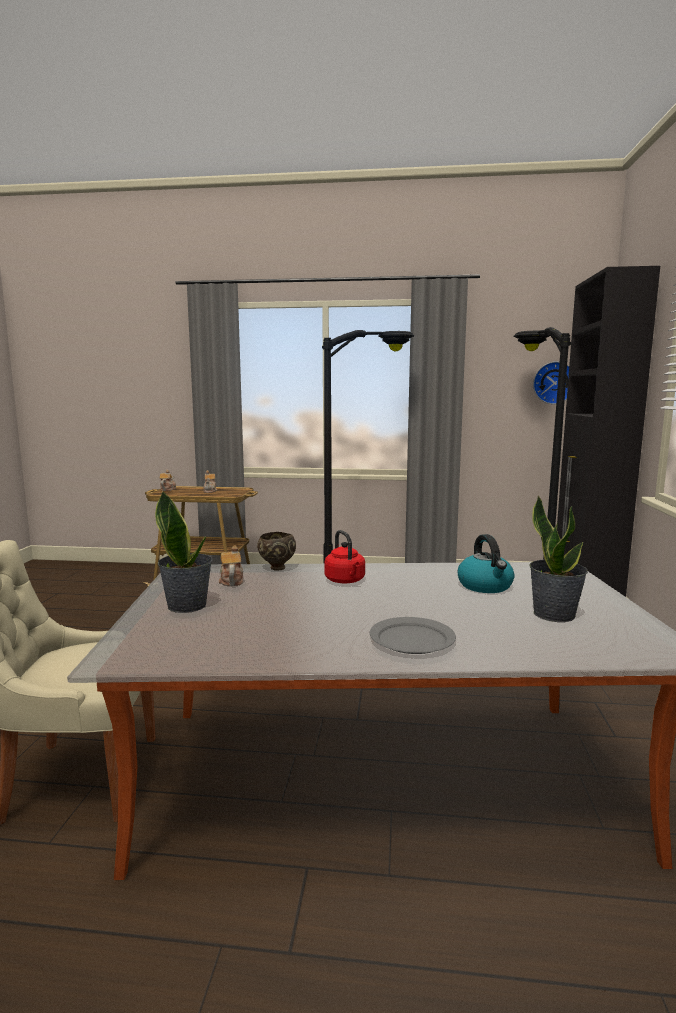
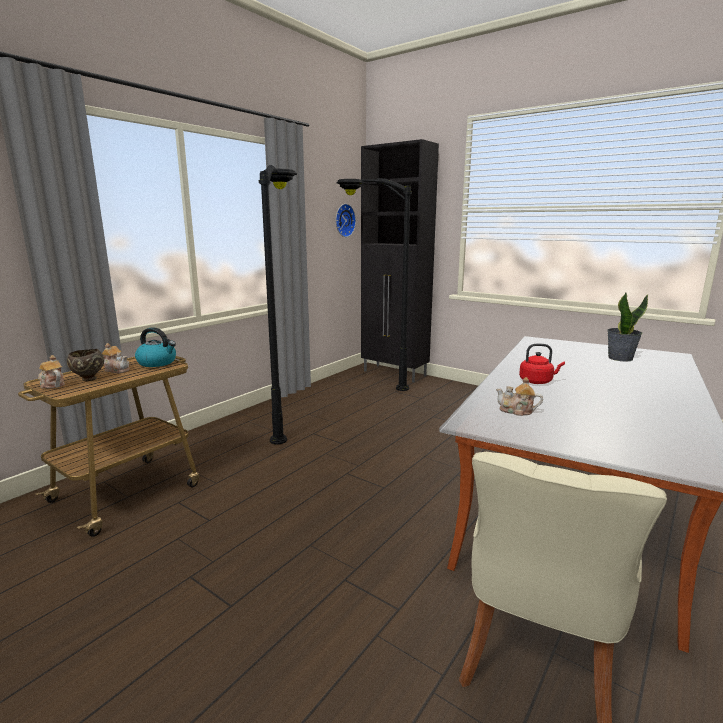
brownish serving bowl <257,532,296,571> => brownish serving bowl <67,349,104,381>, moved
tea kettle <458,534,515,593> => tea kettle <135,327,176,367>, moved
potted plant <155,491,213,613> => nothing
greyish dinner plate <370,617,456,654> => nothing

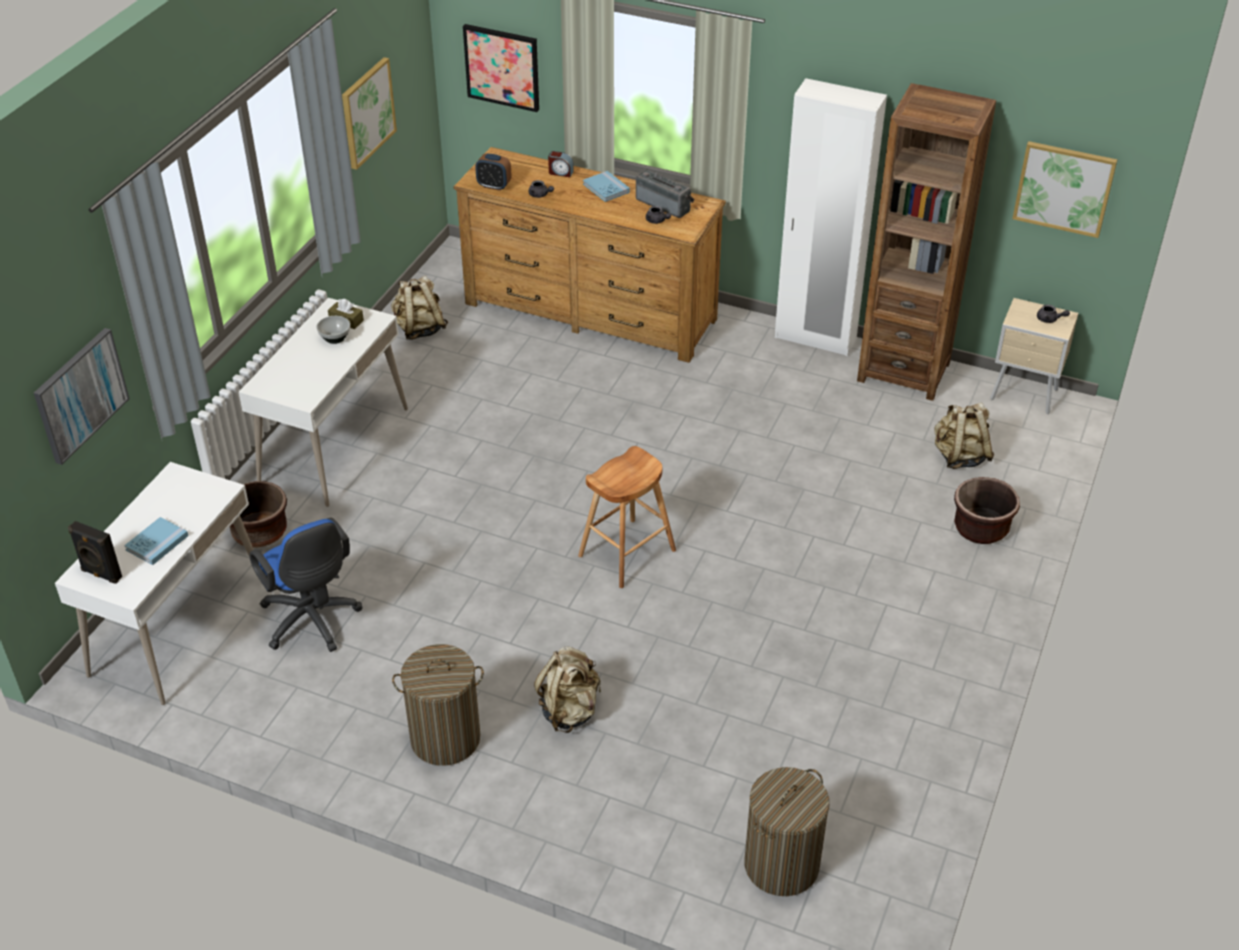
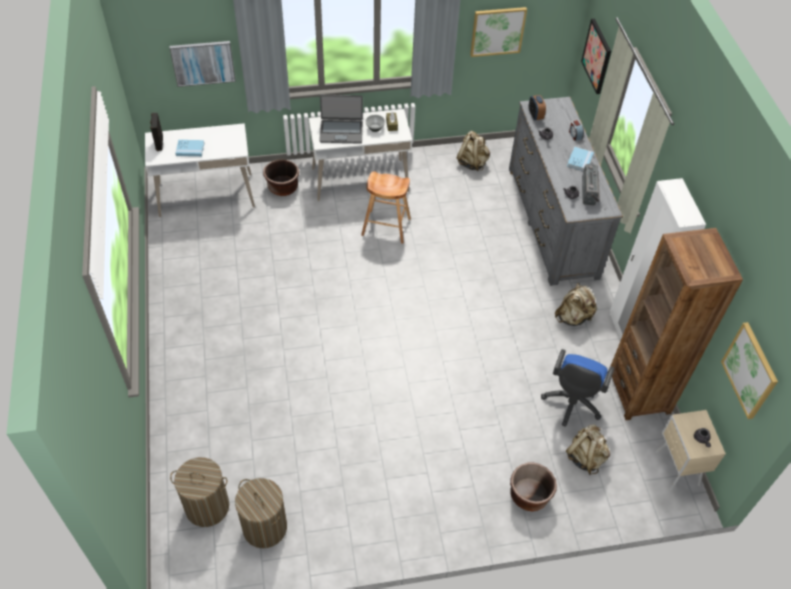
hamper <392,644,484,766> => hamper <235,478,287,548>, moved
nothing => laptop <319,95,363,144>
brownish stool seat <578,446,676,588> => brownish stool seat <361,171,411,244>, moved
brownish drawer chest <454,147,726,363> => greyish drawer chest <509,97,623,286>
blue computer chair <249,518,362,652> => blue computer chair <541,349,614,427>, moved
beige knapsack <534,647,601,733> => beige knapsack <555,283,597,326>, moved

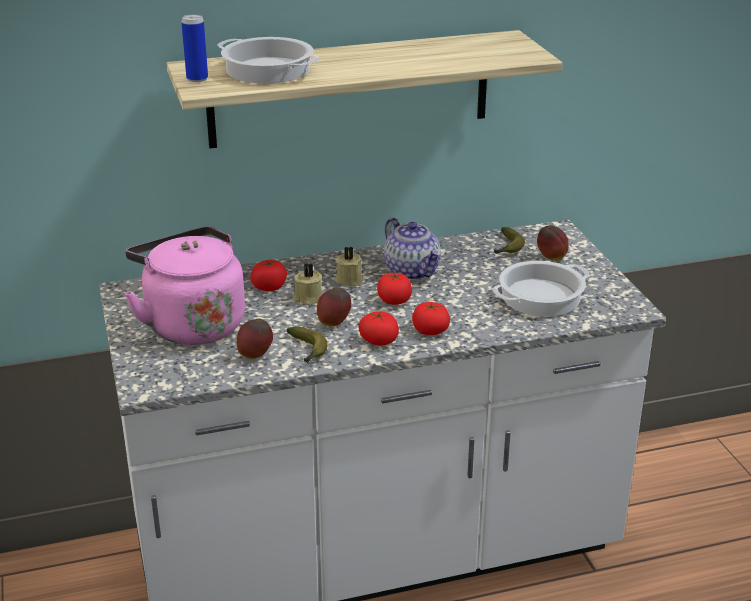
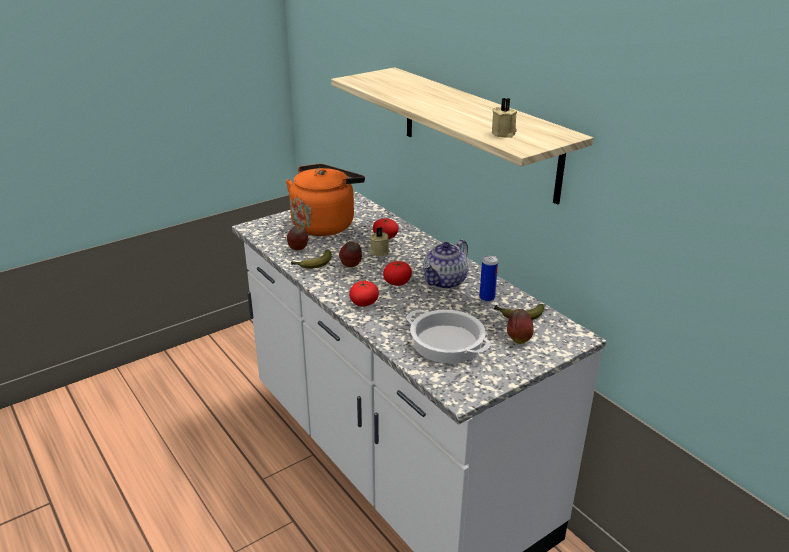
pink-coloured tea kettle <124,226,245,345> => orange-coloured tea kettle <286,164,365,236>
sealed can <182,14,208,82> => sealed can <479,255,498,302>, moved
beige wax light <335,246,363,286> => beige wax light <492,98,517,138>, moved
cooking pot <217,37,320,83> => nothing
whole tomato <358,310,399,345> => nothing

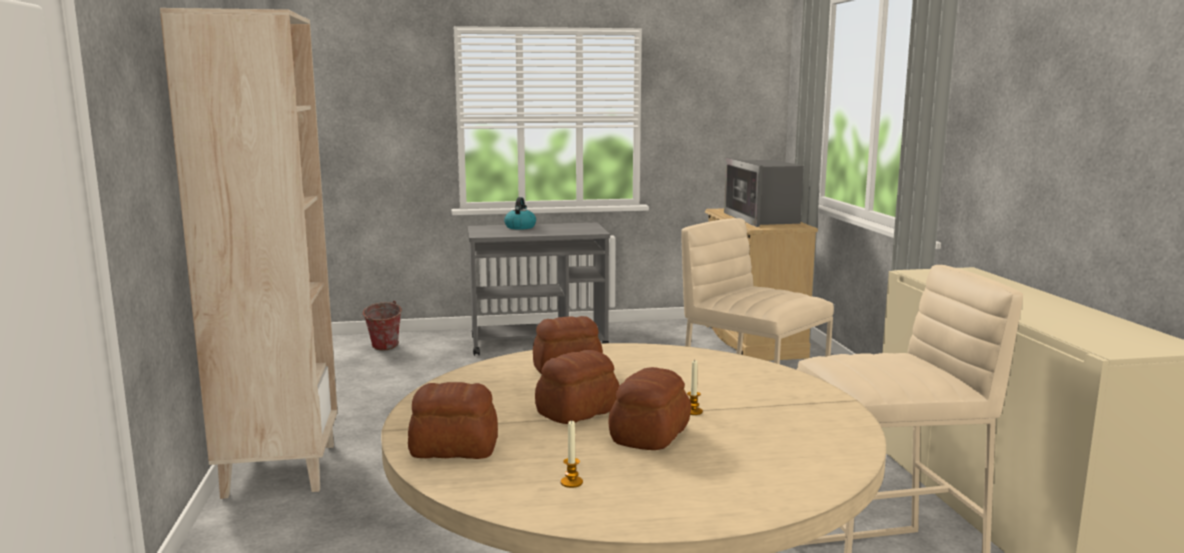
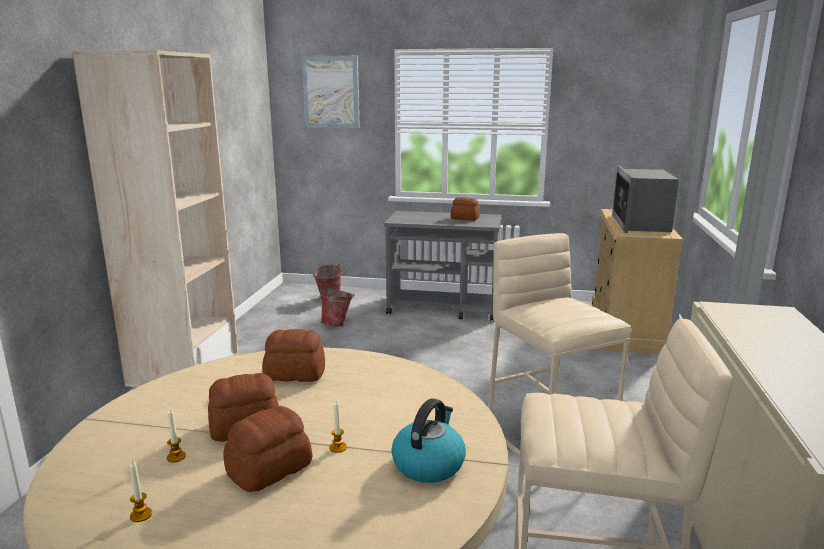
nothing => wax light <167,411,186,462>
nothing => wall art <301,55,360,128>
nothing => pail <320,289,354,327>
tea kettle <504,197,536,230> => tea kettle <391,398,466,483>, moved
baked bread <408,382,498,459> => baked bread <451,197,480,221>, moved

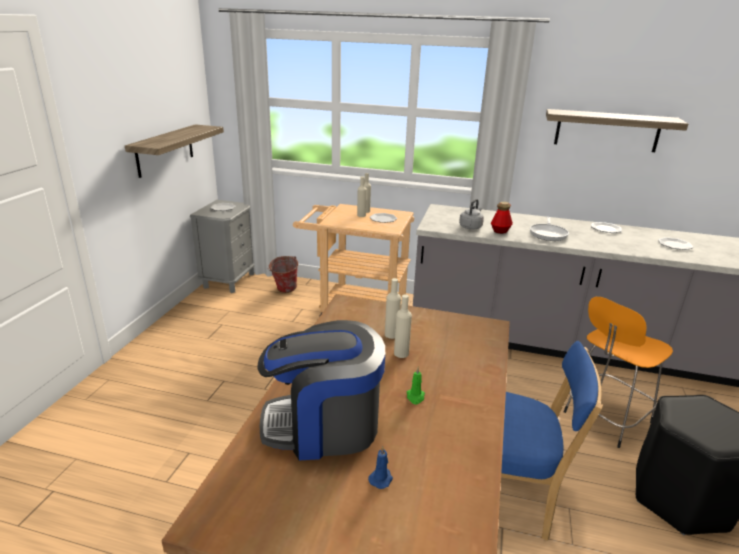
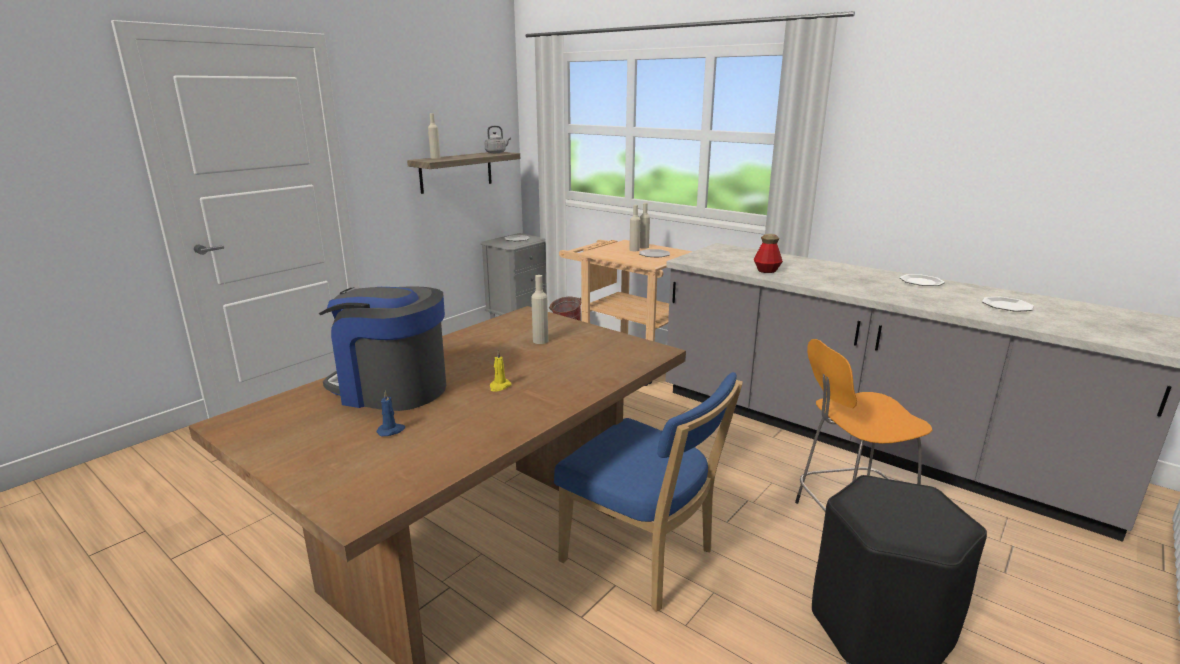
beige beverage bottle <394,295,412,358> => beige beverage bottle <428,113,440,158>, moved
greyish tea kettle <459,199,484,229> => greyish tea kettle <485,126,511,153>, moved
green wax light <407,367,425,404> => yellow wax light <489,350,512,392>
skillet <530,217,569,241> => nothing
shelf <546,109,688,152> => nothing

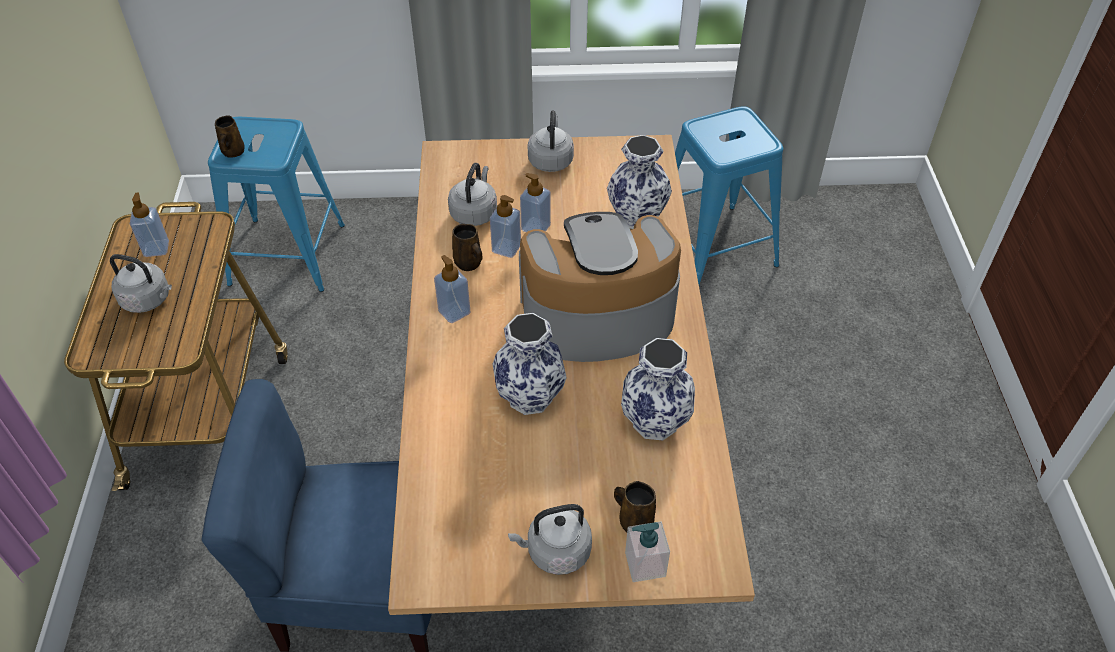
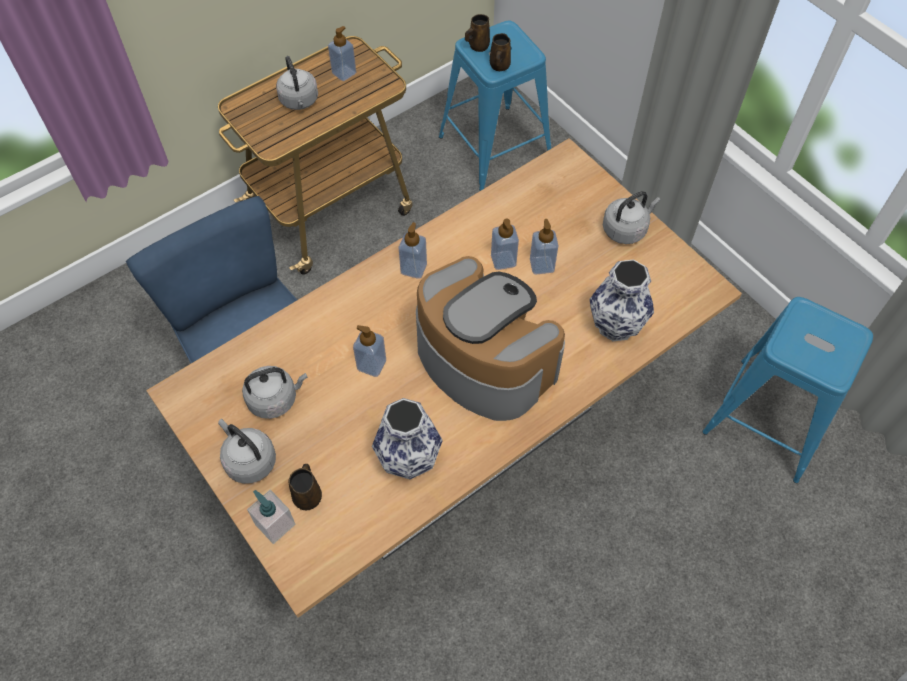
greyish tea kettle <448,163,497,226> => greyish tea kettle <242,366,308,419>, moved
decorative vase <492,313,567,415> => soap dispenser <353,325,386,377>
brownish mug <452,224,483,271> => brownish mug <490,33,511,71>, moved

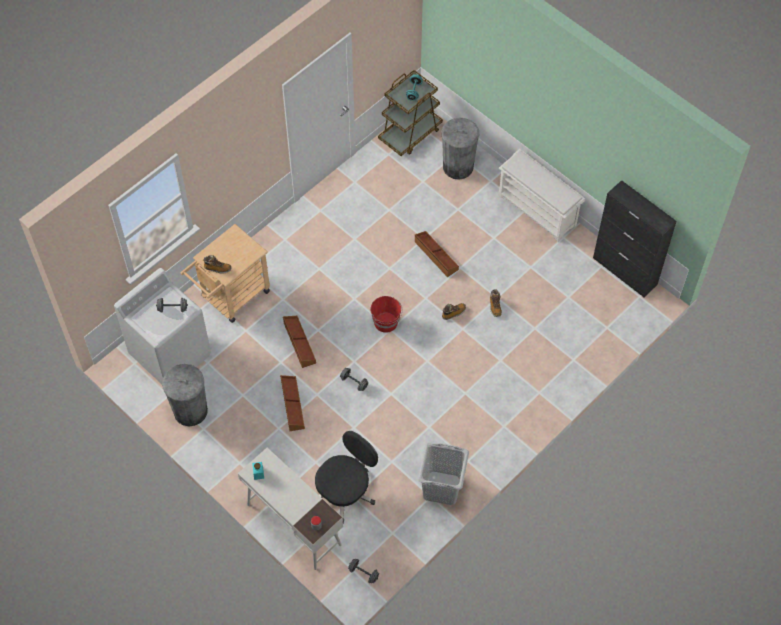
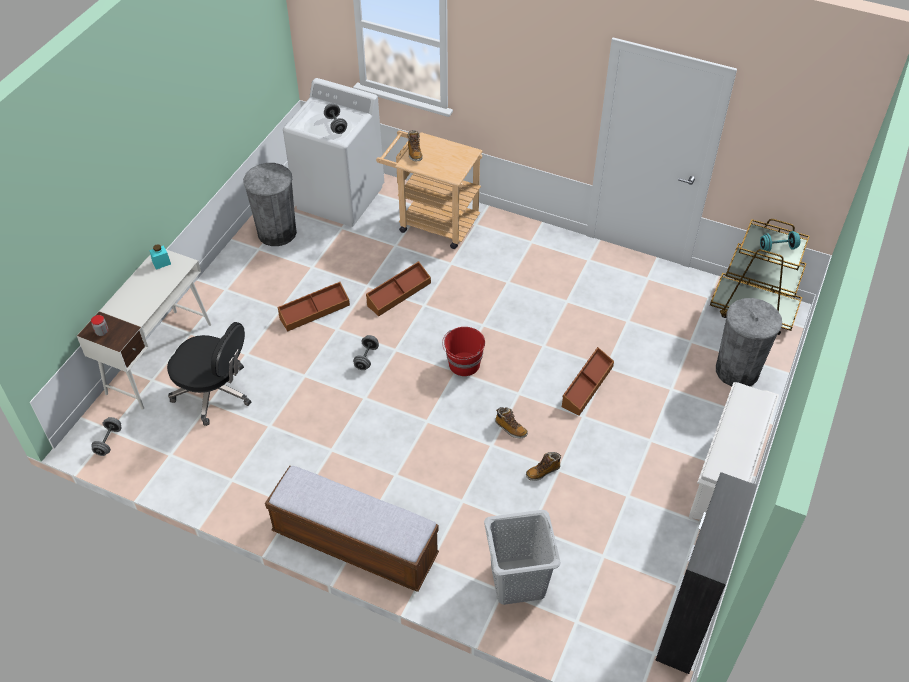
nothing => bench <265,466,439,592>
greyish hamper <418,442,469,505> => greyish hamper <484,510,561,605>, moved

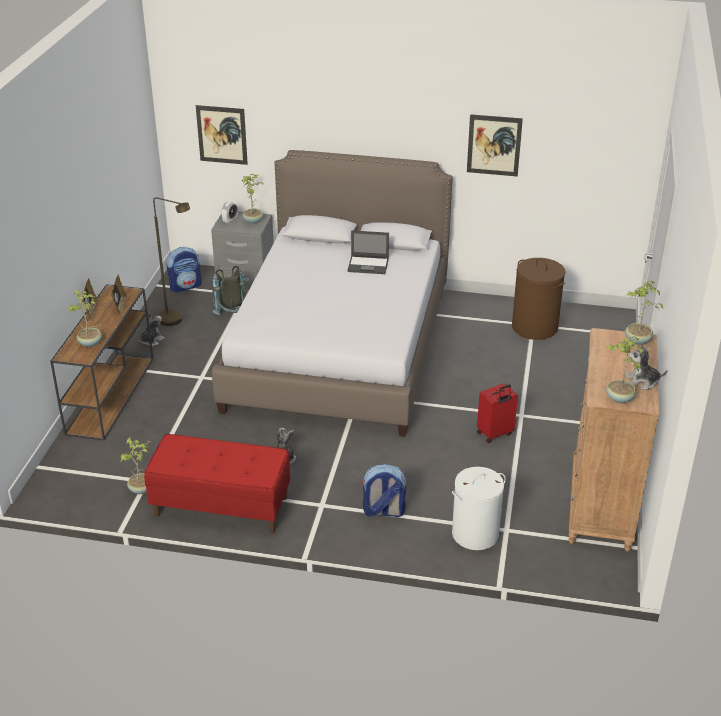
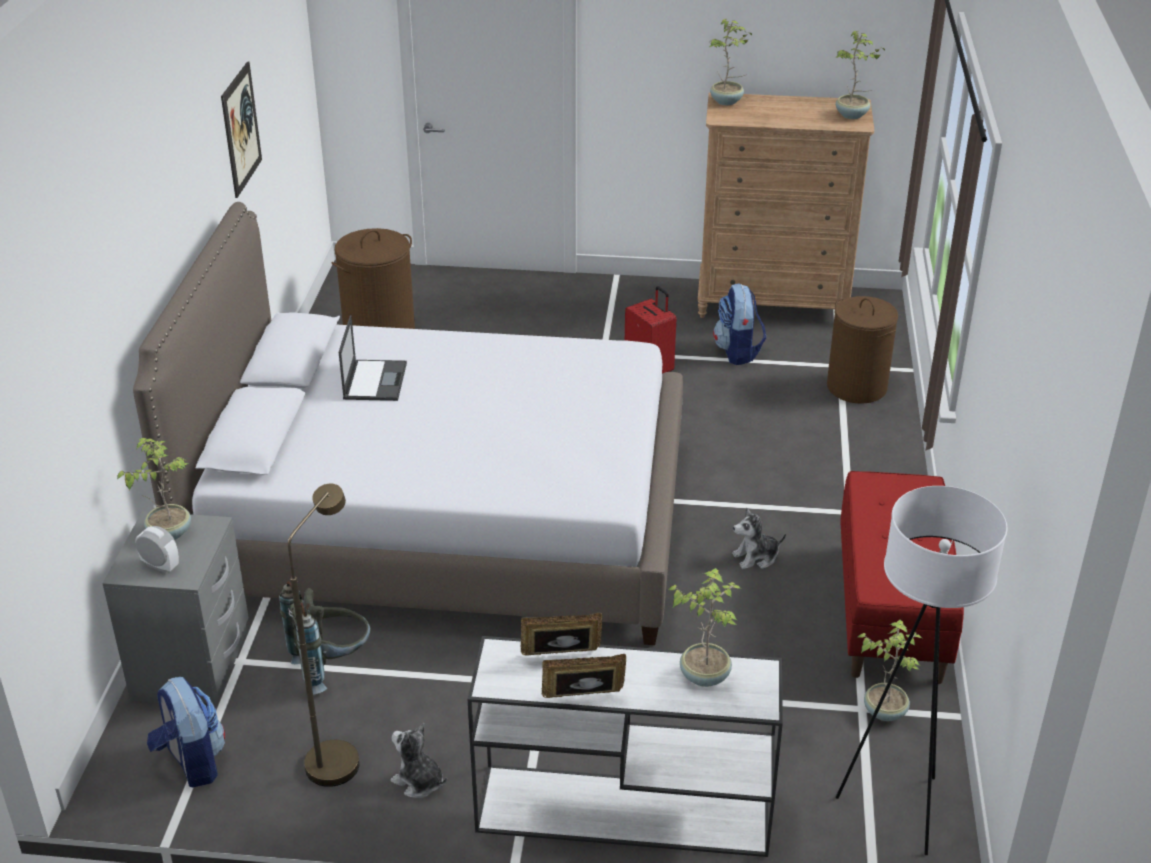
brownish hall table <50,284,154,441> => whitish hall table <468,636,783,857>
knapsack <362,464,406,517> => knapsack <713,283,766,365>, moved
whitish hamper <452,467,506,550> => brownish hamper <827,296,898,404>
nothing => whitish standing lamp <836,486,1007,855>
wall art <196,105,248,165> => nothing
plush toy <627,344,668,390> => nothing

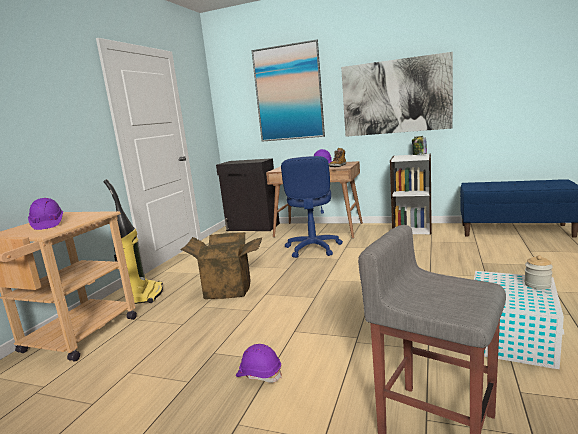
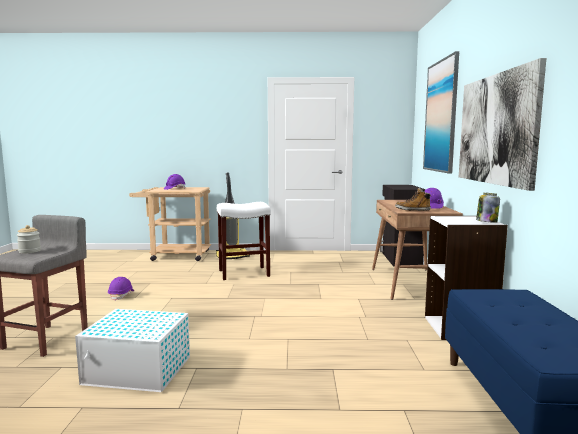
preserve jar <524,255,553,290> => preserve jar <17,225,41,253>, moved
carton <180,232,262,299> => whitish stool seat <217,202,271,280>
blue computer chair <281,156,343,258> => nothing

